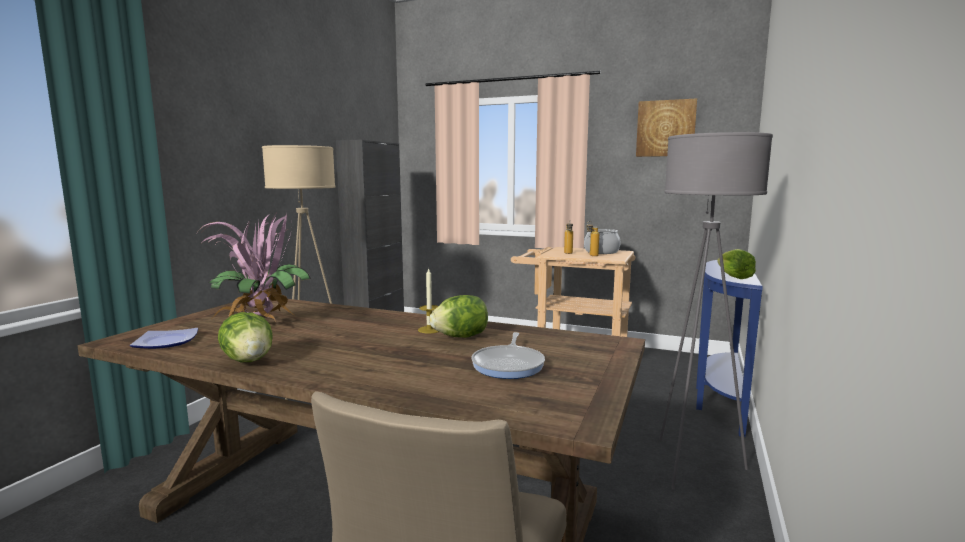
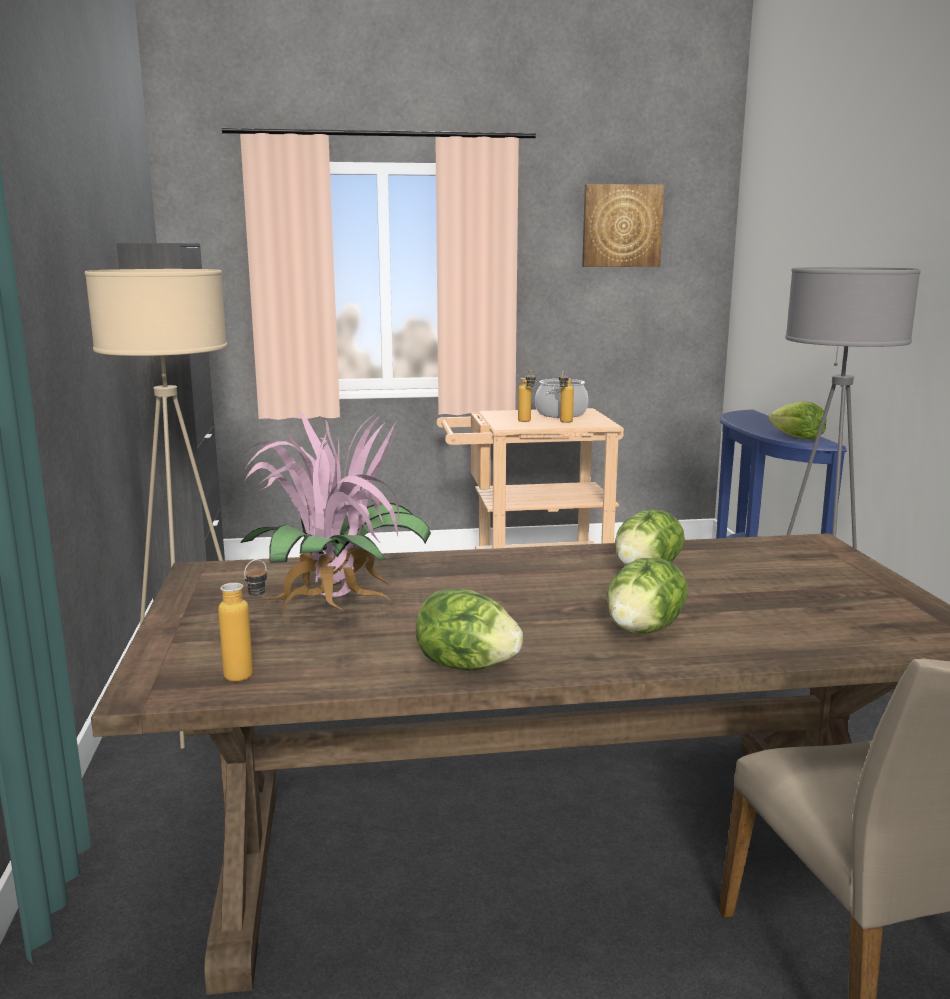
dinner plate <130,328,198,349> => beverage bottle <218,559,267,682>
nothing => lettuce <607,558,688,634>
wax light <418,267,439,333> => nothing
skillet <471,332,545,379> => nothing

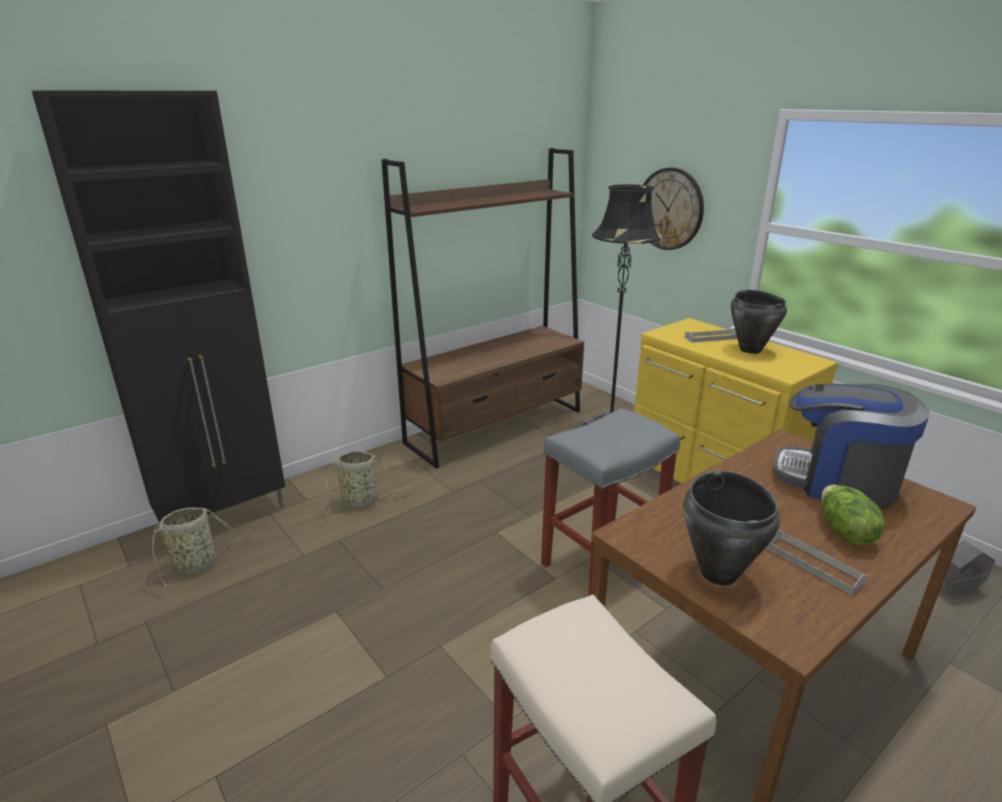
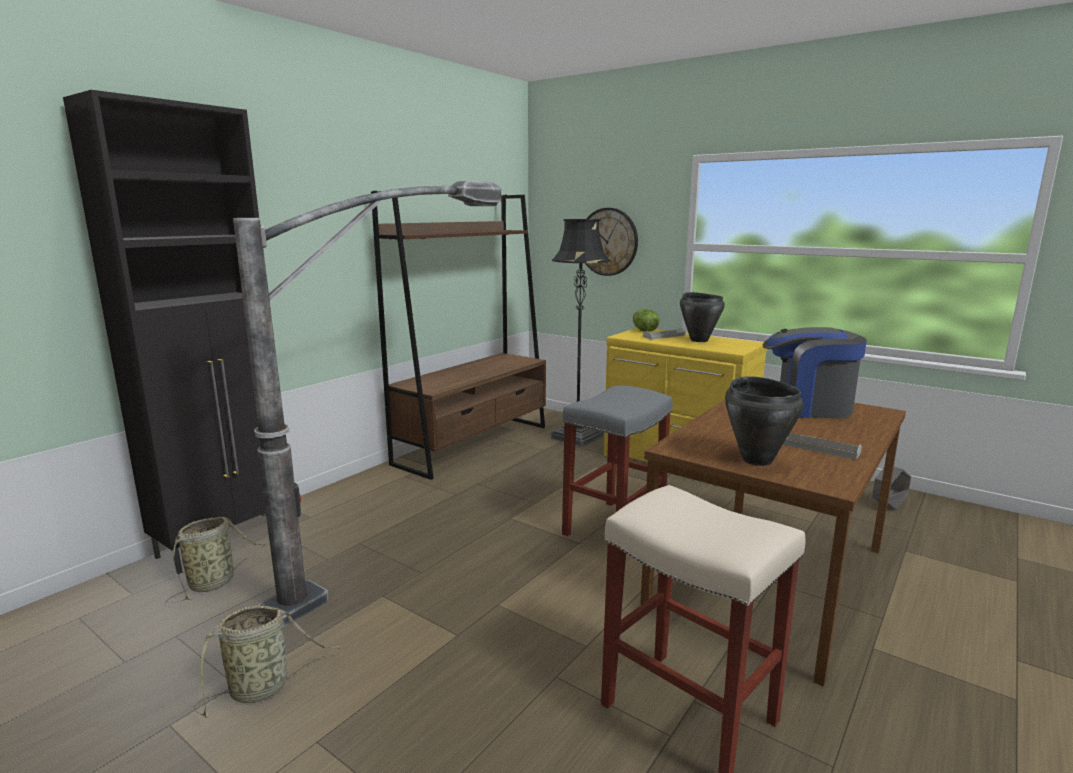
household basket <322,451,411,511> => household basket <194,605,342,718>, moved
nothing => standing lamp <233,181,501,627>
lettuce <821,485,885,545> => lettuce <633,309,659,332>, moved

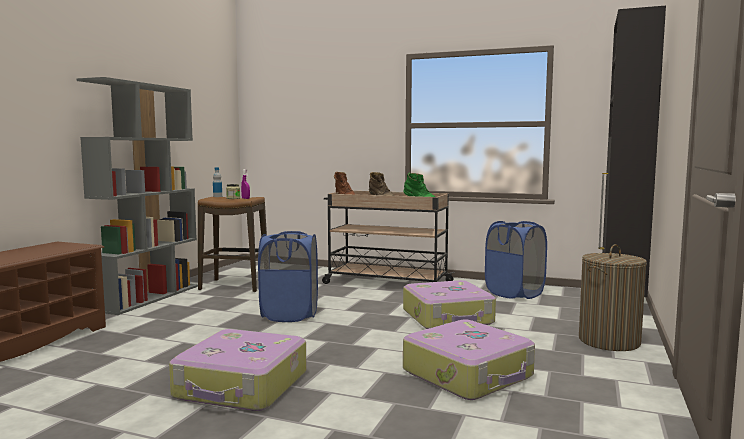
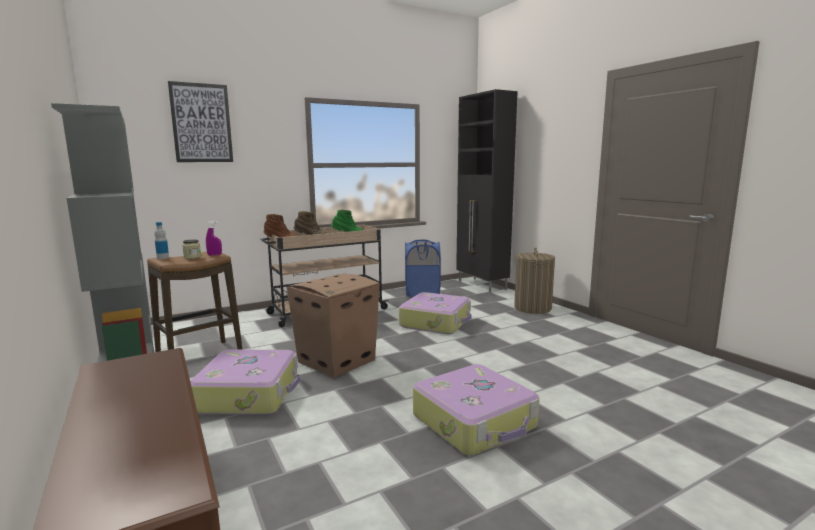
nothing => wall art <168,81,233,162>
travel case <403,319,535,400> => travel case <190,350,300,415>, moved
blue hamper <258,231,318,322> => carton <287,274,380,378>

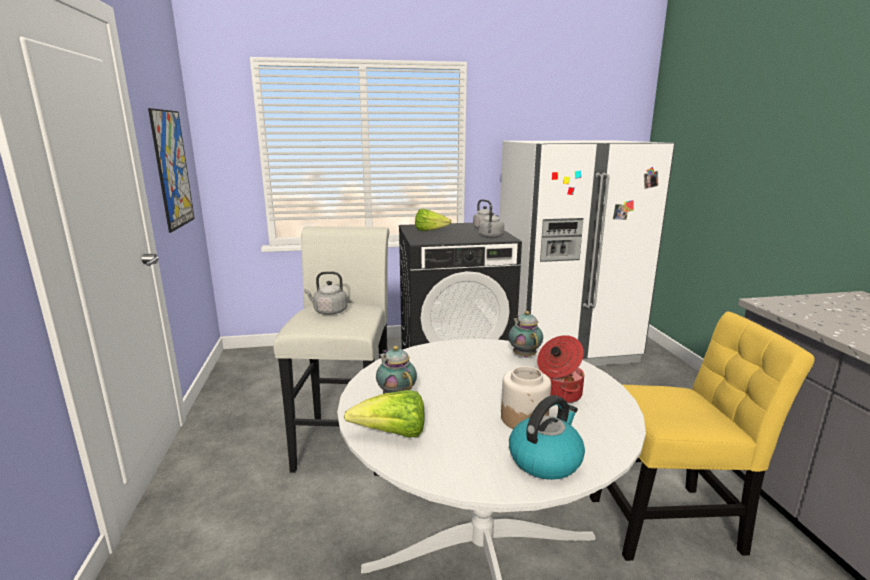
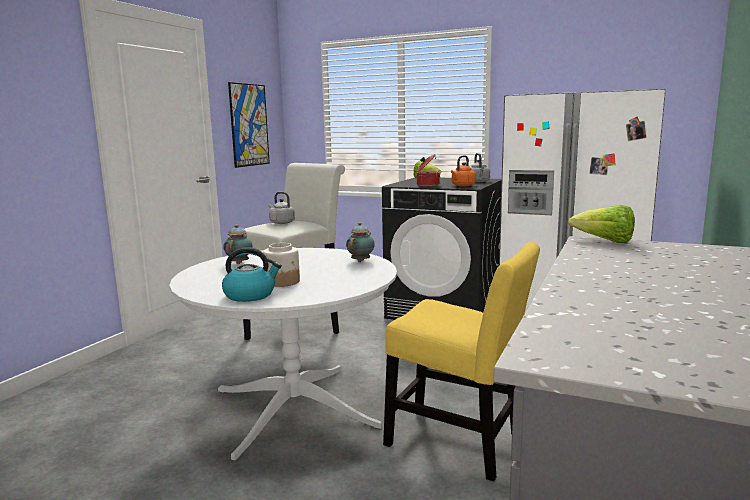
cooking pot <537,335,584,403> => cooking pot <417,154,440,186>, moved
greyish tea kettle <478,205,504,238> => orange-coloured tea kettle <451,155,476,186>
lettuce <344,390,424,438> => lettuce <568,205,635,243>, moved

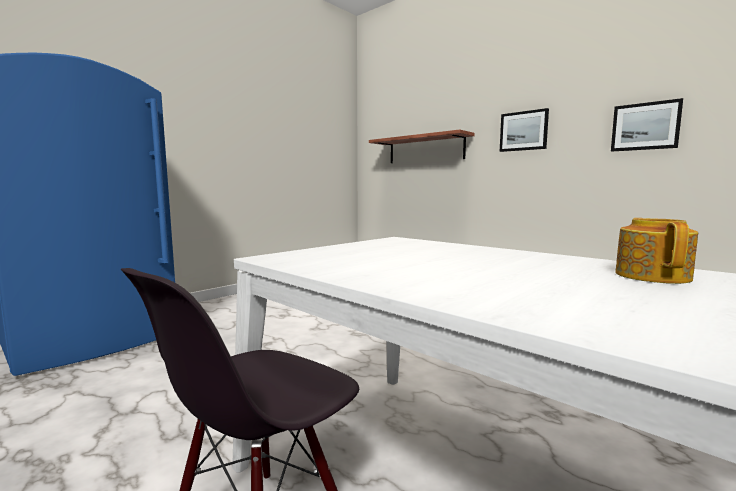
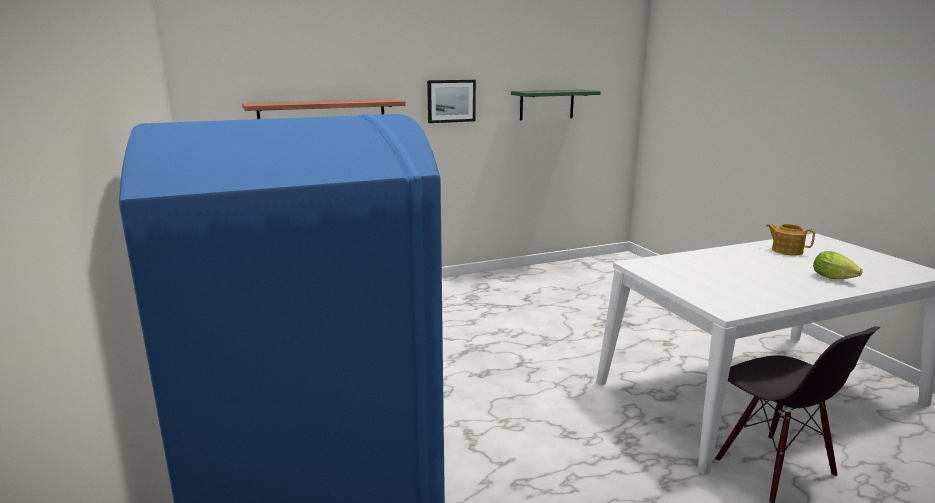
wall art <611,98,683,152> => green shelf <511,89,601,120>
nothing => lettuce <813,251,862,279>

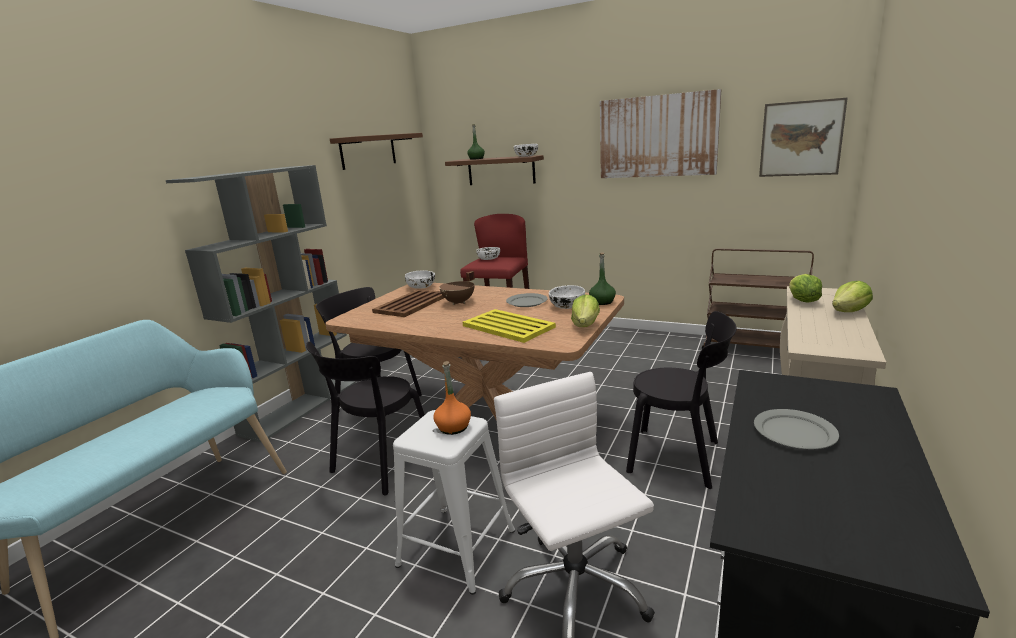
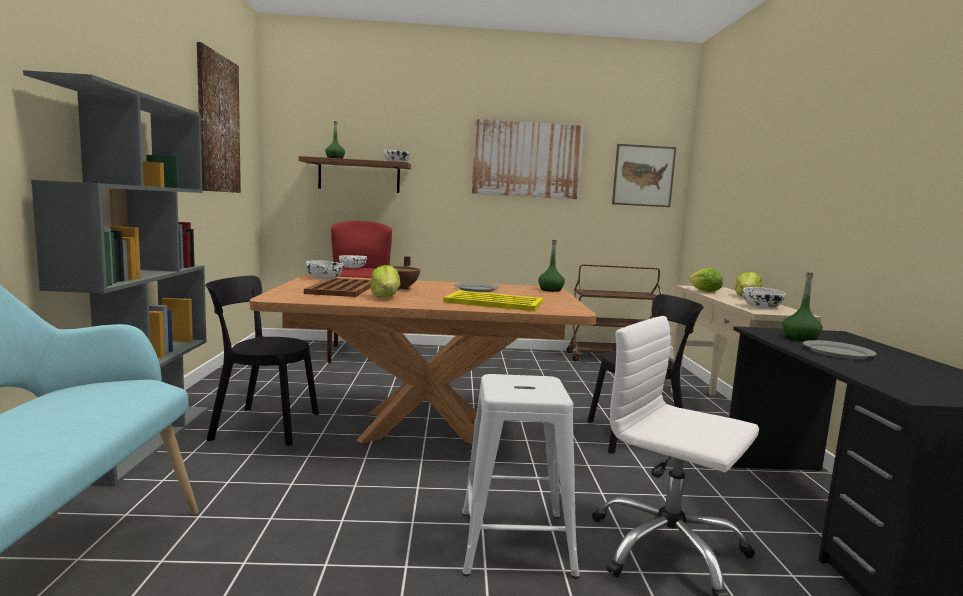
brownish shelf <330,133,423,170> => wall art <197,42,241,193>
lettuce <571,295,600,327> => lettuce <370,265,400,298>, moved
whitish serving bowl <549,285,585,309> => whitish serving bowl <743,287,786,309>, moved
nothing => green beverage bottle <782,273,823,341>
black-coloured chair <306,341,425,496> => nothing
orange-coloured beverage bottle <434,361,471,435> => nothing

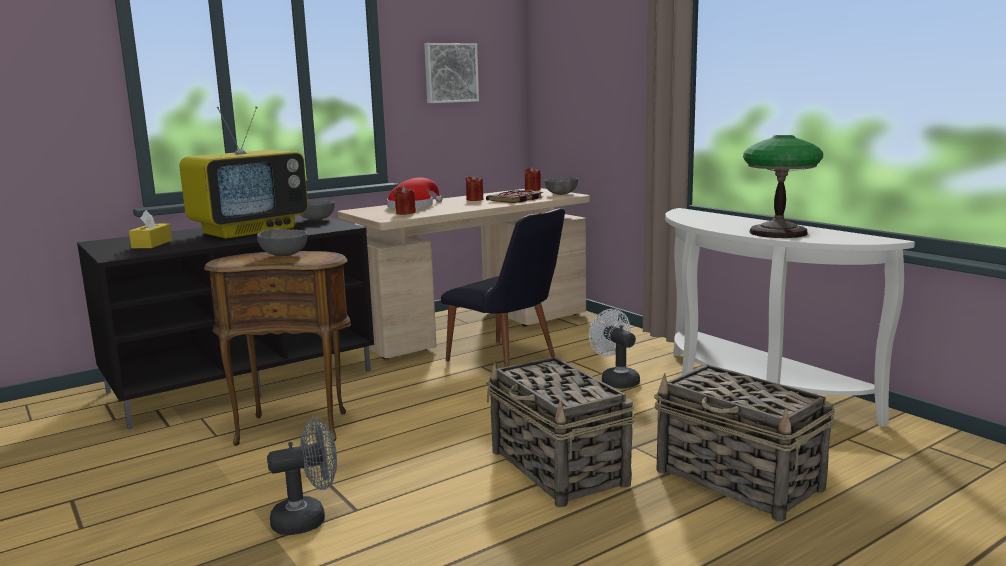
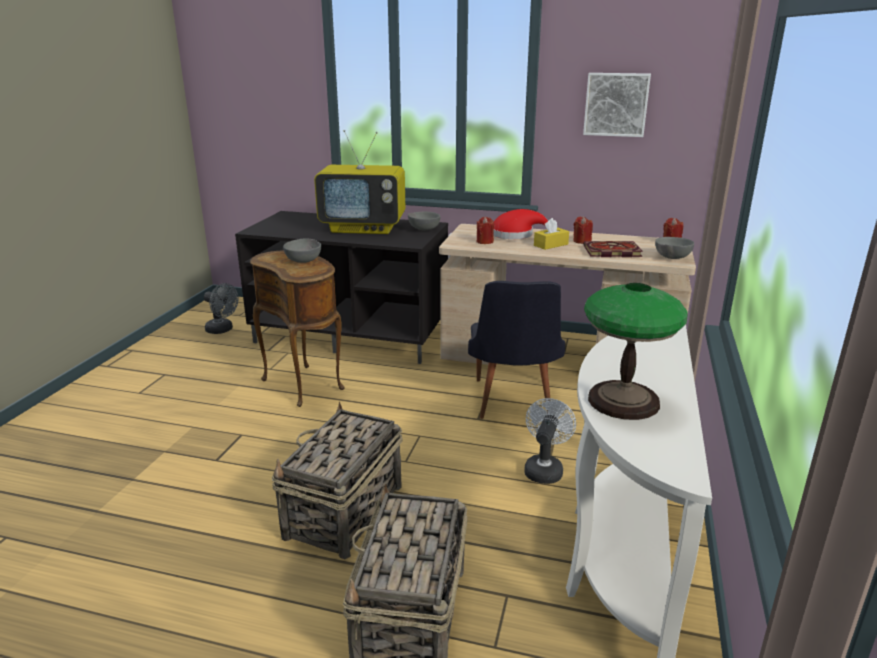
greyish electric fan <267,419,337,535> => greyish electric fan <204,283,238,334>, moved
yellow tissue box <129,210,172,248> => yellow tissue box <534,218,569,250>, moved

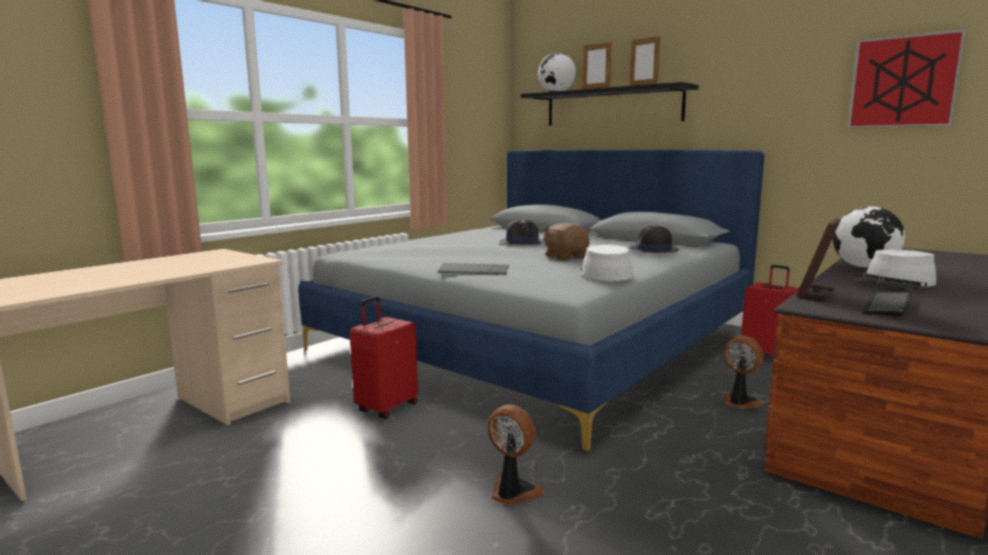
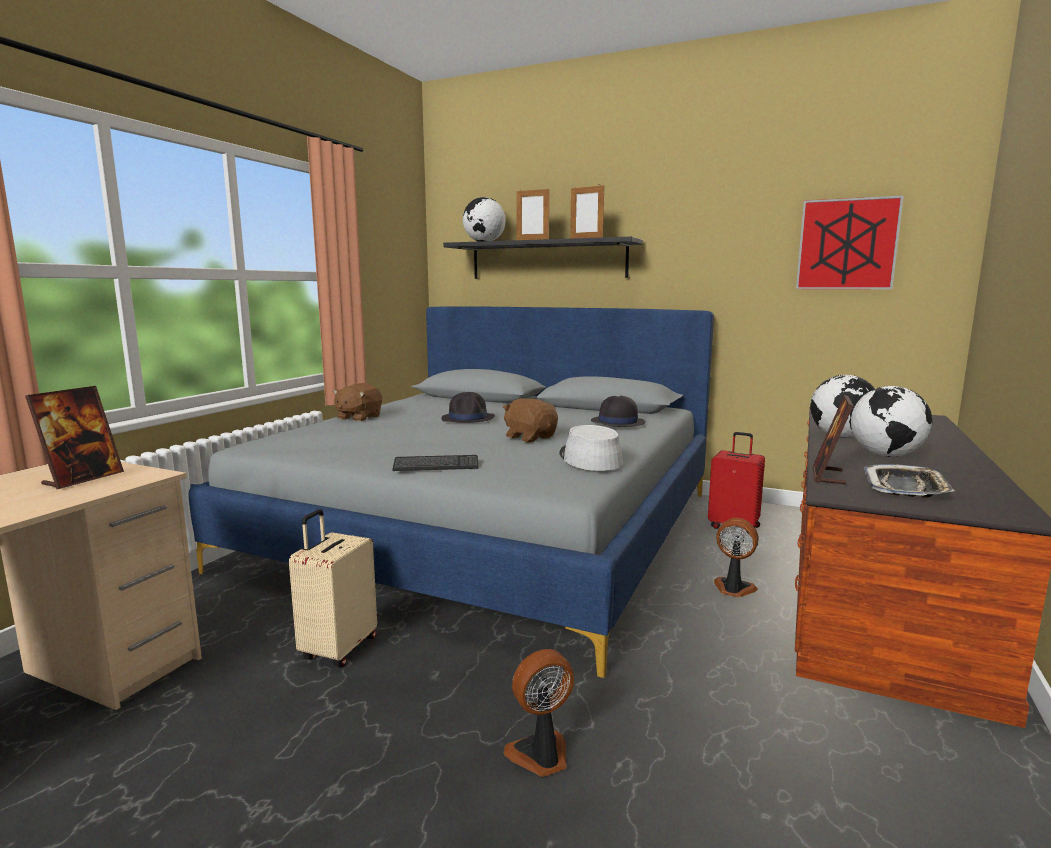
nothing => picture frame <25,386,124,489>
red travel case <350,296,418,419> => beige travel case <289,509,377,667>
nothing => brownish plush toy <333,383,382,422>
electric fan <487,404,544,506> => electric fan <504,649,574,777>, 45 degrees counterclockwise
greyish hat <856,249,936,290> => globe <851,386,933,457>
PC keyboard <862,292,911,318> => tray <864,464,955,497>

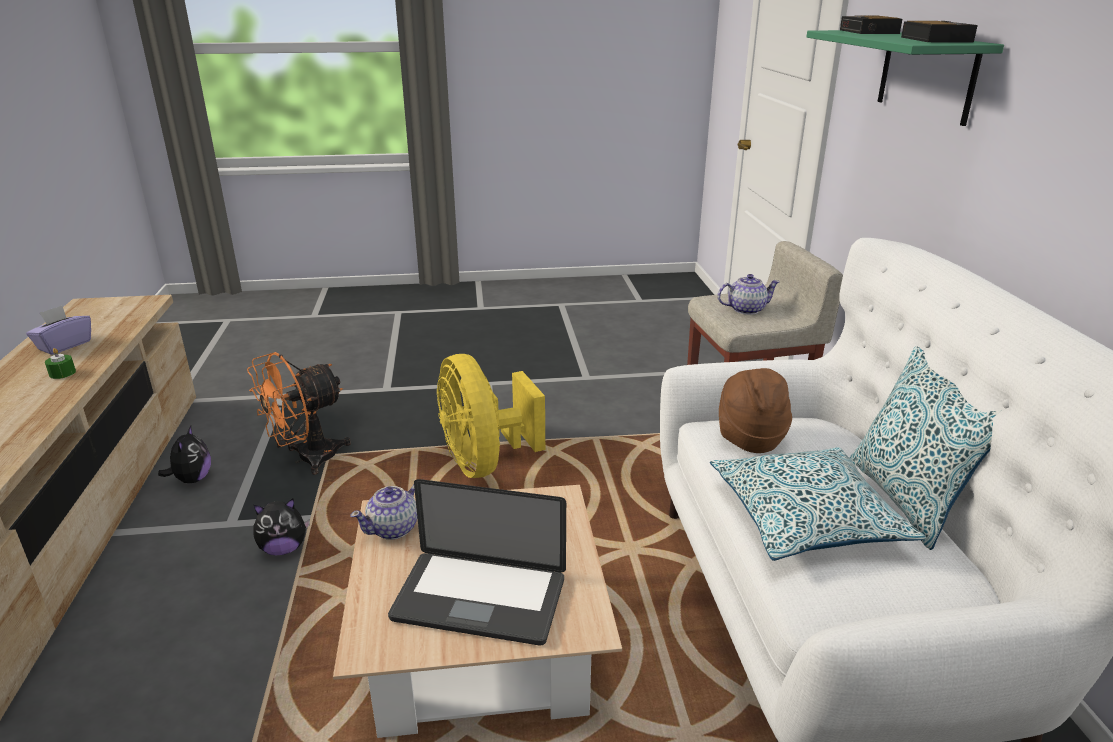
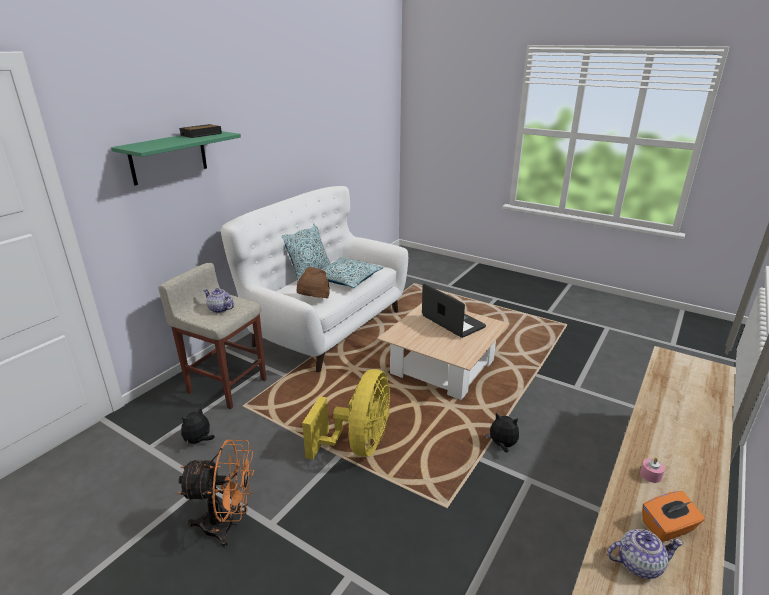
orange-coloured electric fan <247,352,351,475> => orange-coloured electric fan <178,439,254,548>, moved
plush toy <158,426,211,483> => plush toy <181,406,215,445>, moved
teapot <350,485,417,540> => teapot <607,529,684,579>, moved
green wax light <45,348,76,379> => pink-coloured wax light <640,457,665,483>
purplish tissue box <26,305,91,355> => orange-coloured tissue box <642,491,705,542>
bedside clock <840,15,902,34> => nothing

